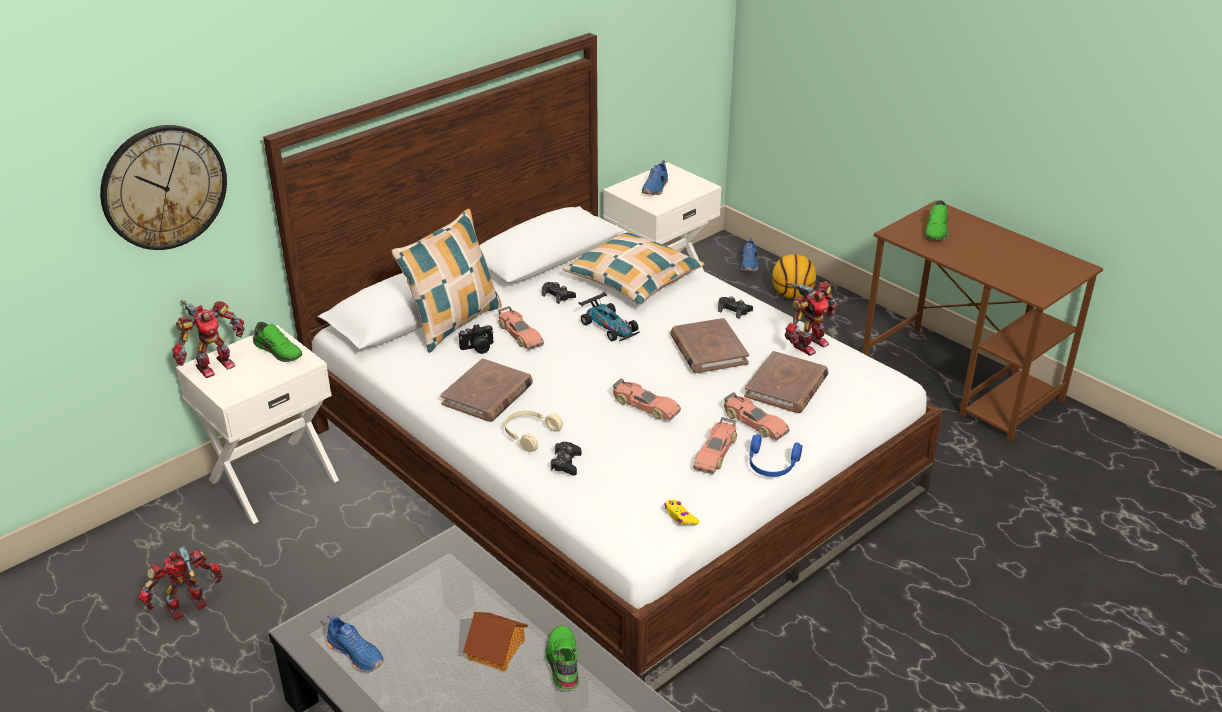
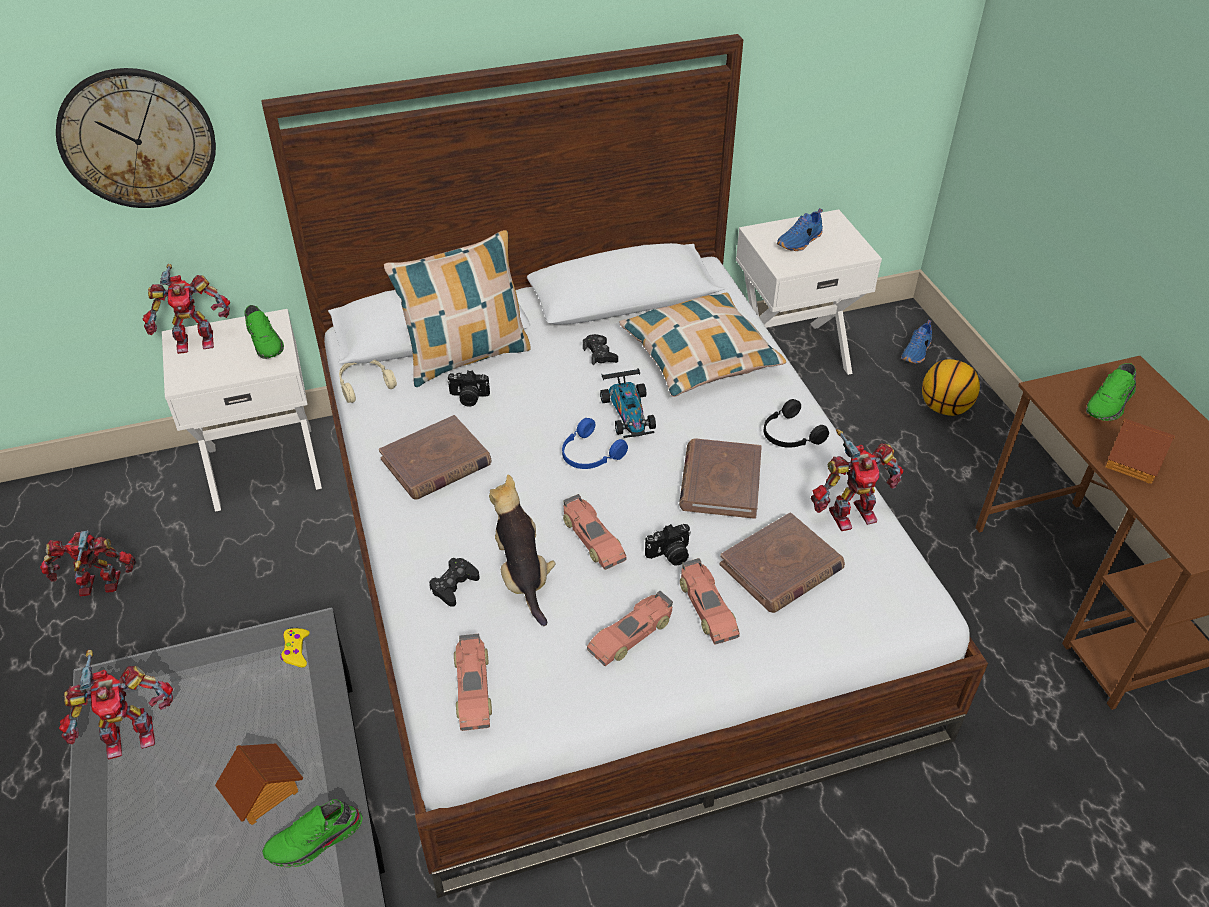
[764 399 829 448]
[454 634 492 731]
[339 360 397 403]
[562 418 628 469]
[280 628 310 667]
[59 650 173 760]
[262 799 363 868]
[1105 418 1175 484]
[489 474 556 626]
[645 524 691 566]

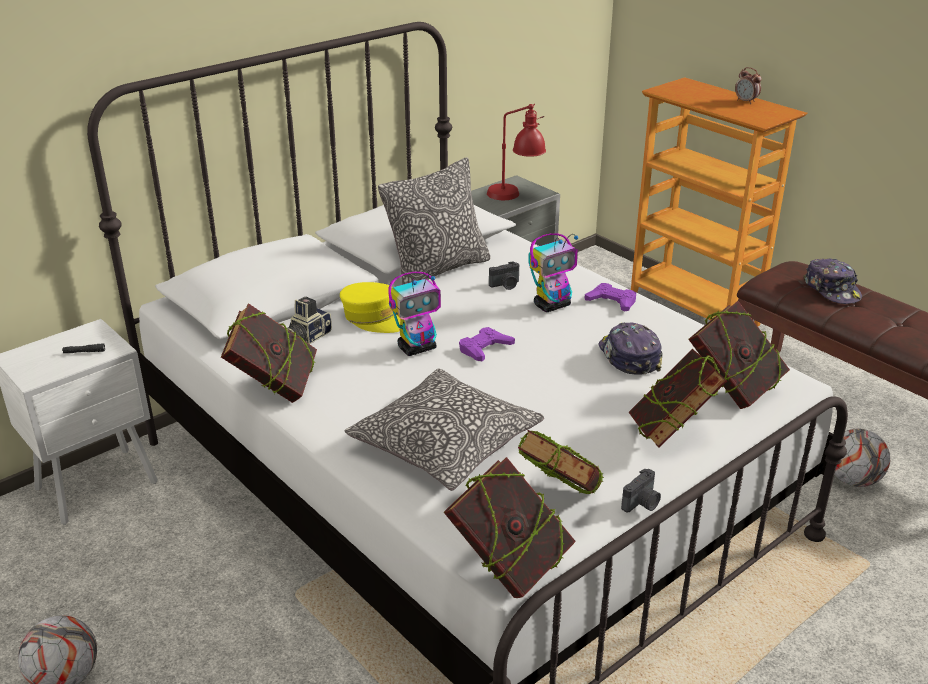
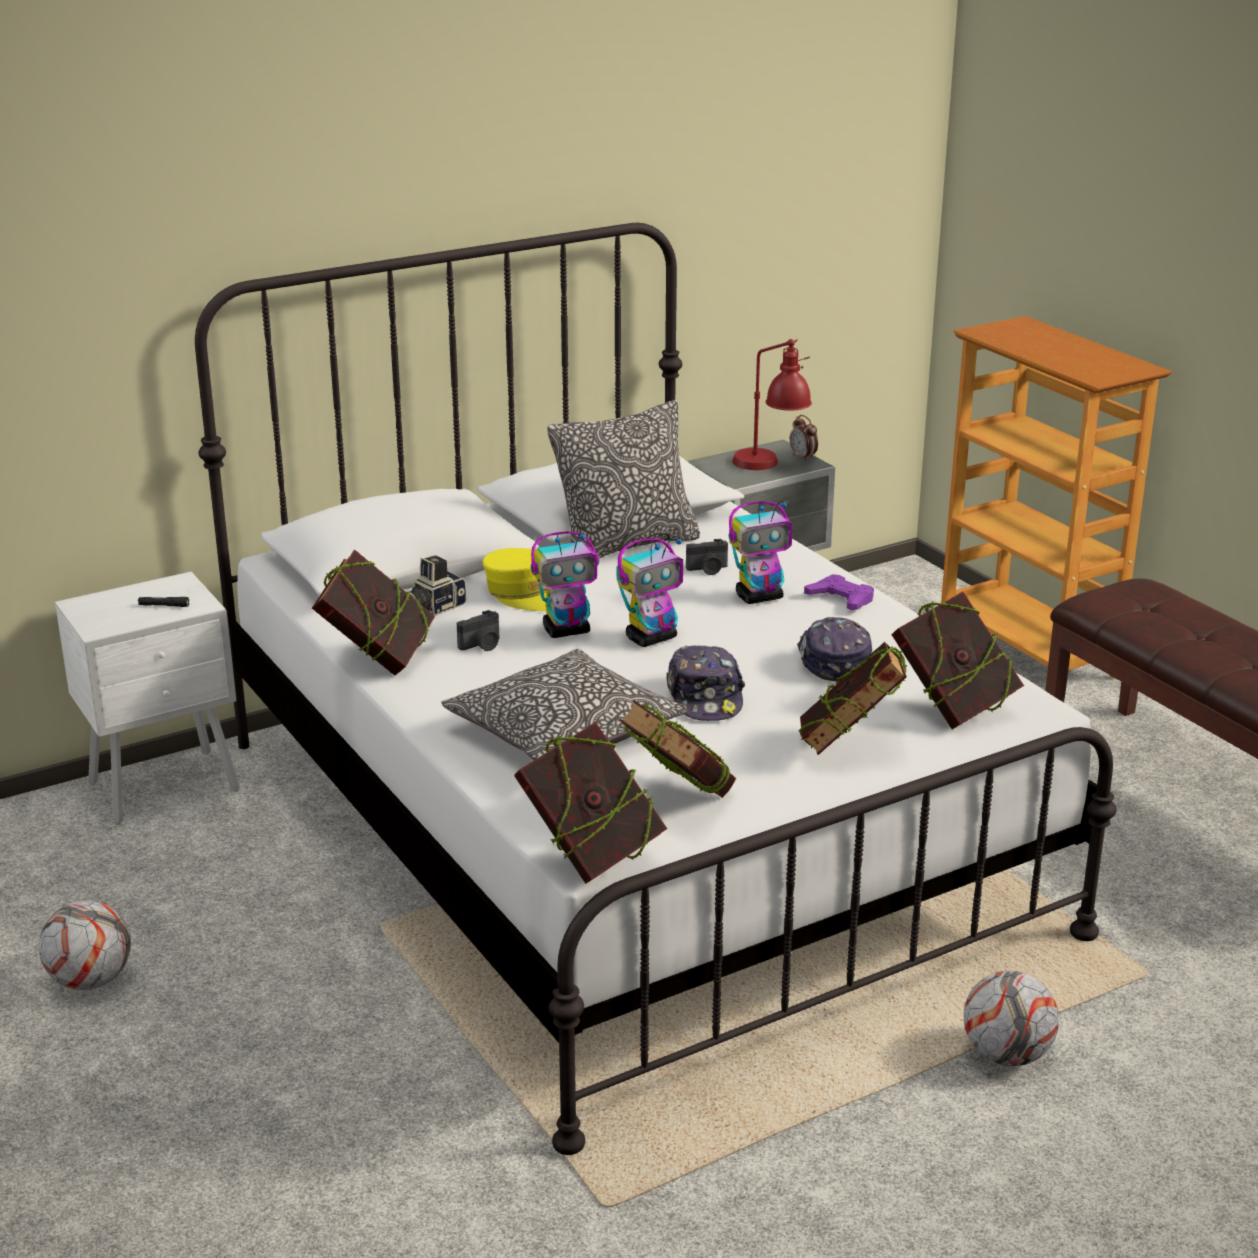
[790 415 818 462]
[666 645 745 721]
[616 537 683 647]
[964 971 1059 1066]
[457 610 499 651]

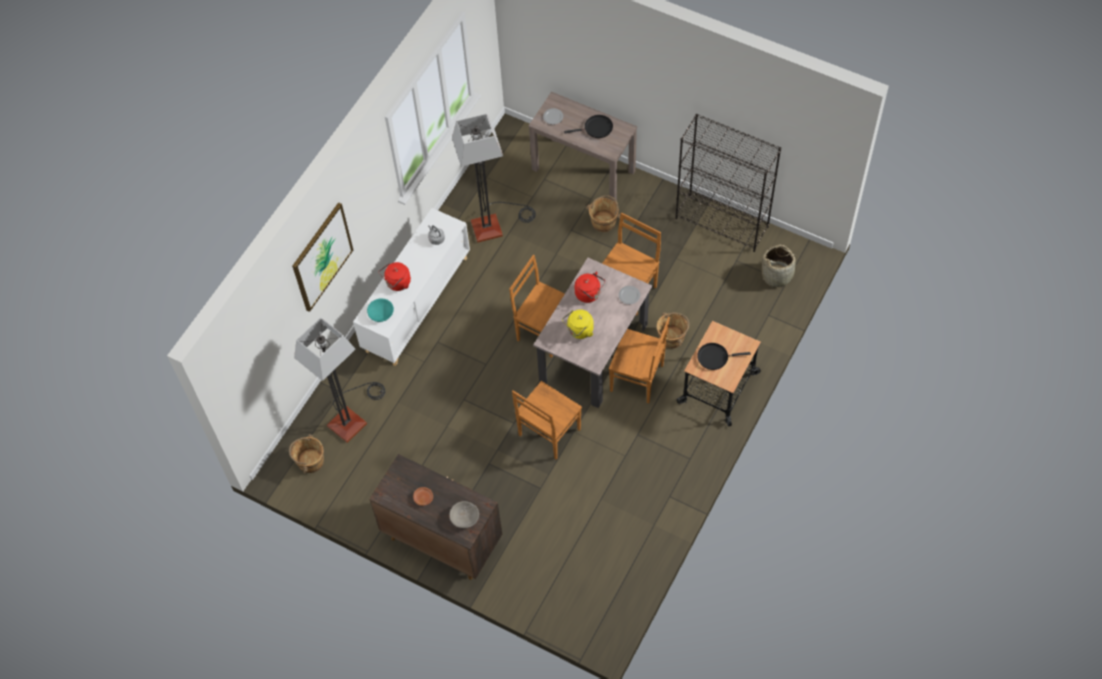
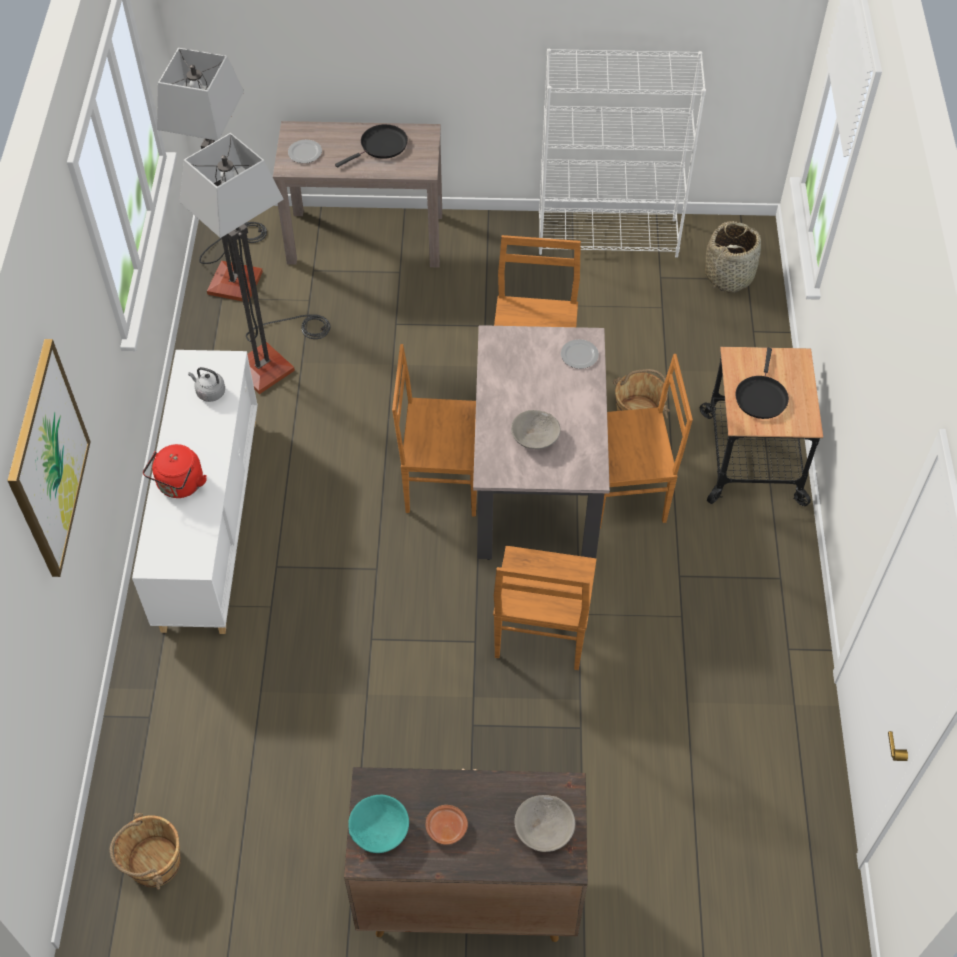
[539 49 706 258]
[586 195 620 232] (first image)
[575 272 605 303] (first image)
[348 795 409 853]
[511 410 561 449]
[157 48 267 302]
[736 348 789 419]

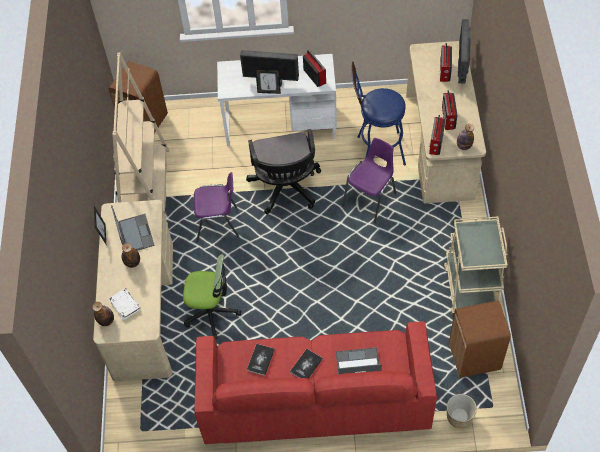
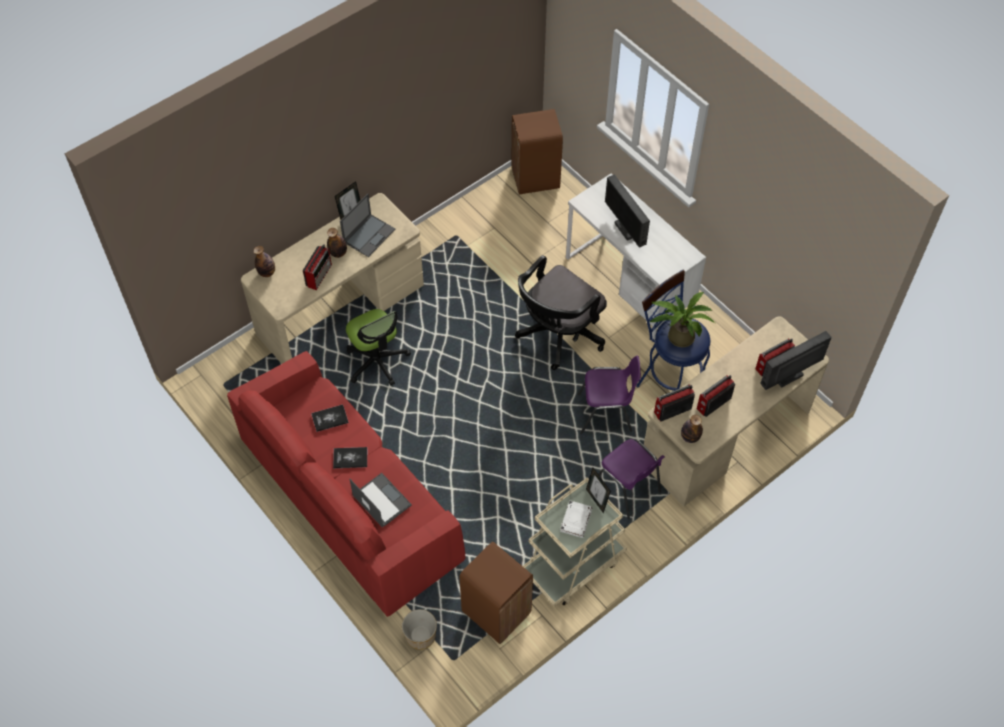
[303 244 332 290]
[112 53 169 225] (first image)
[586 467 611 513]
[598 439 665 519]
[560 501 593 538]
[650 292 715 347]

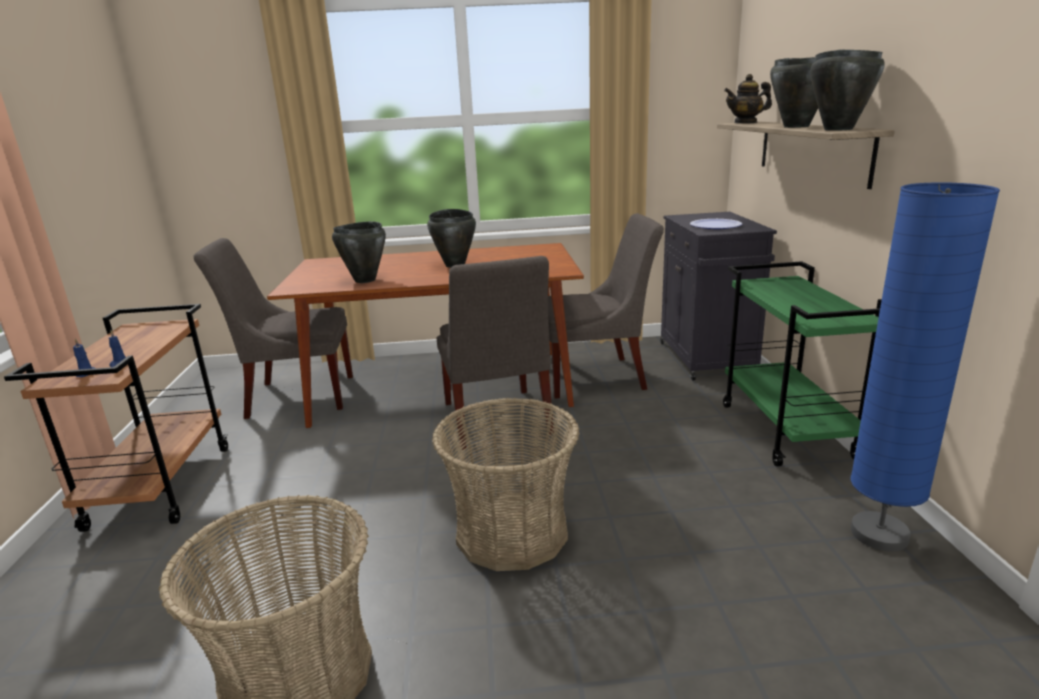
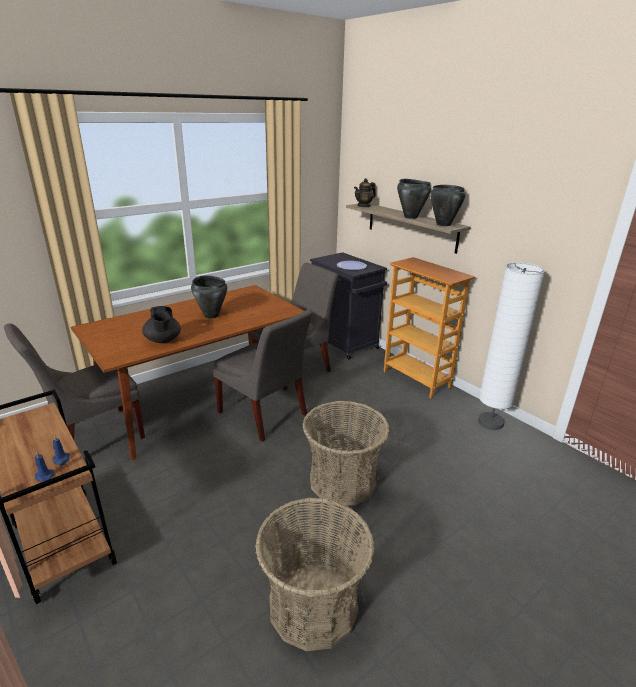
[478 262 545 430]
[142 306 181 343]
[384 257 475 398]

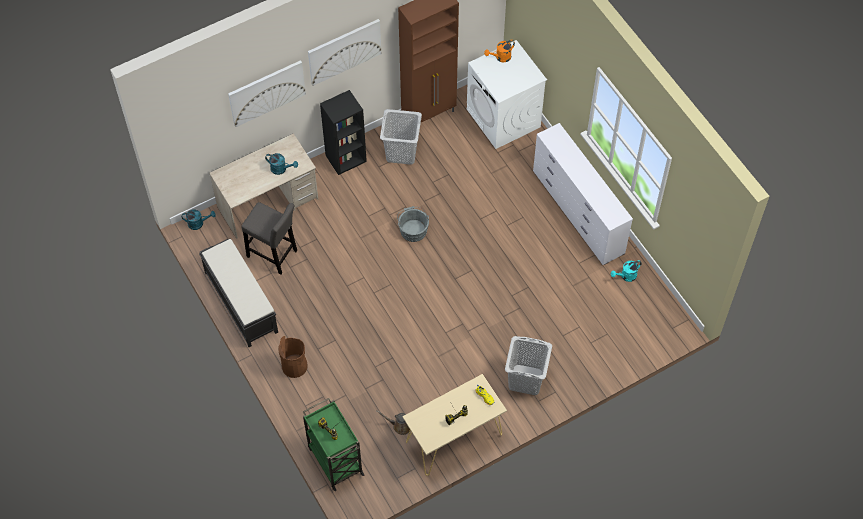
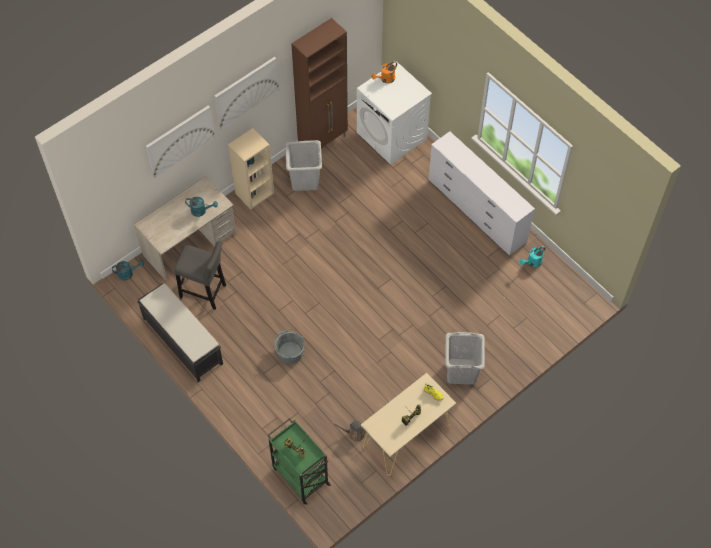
[228 128 274 209]
[273 329 305 364]
[278 336 308 378] (first image)

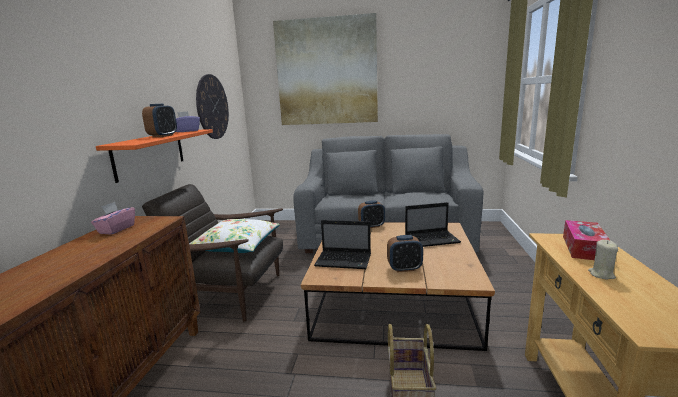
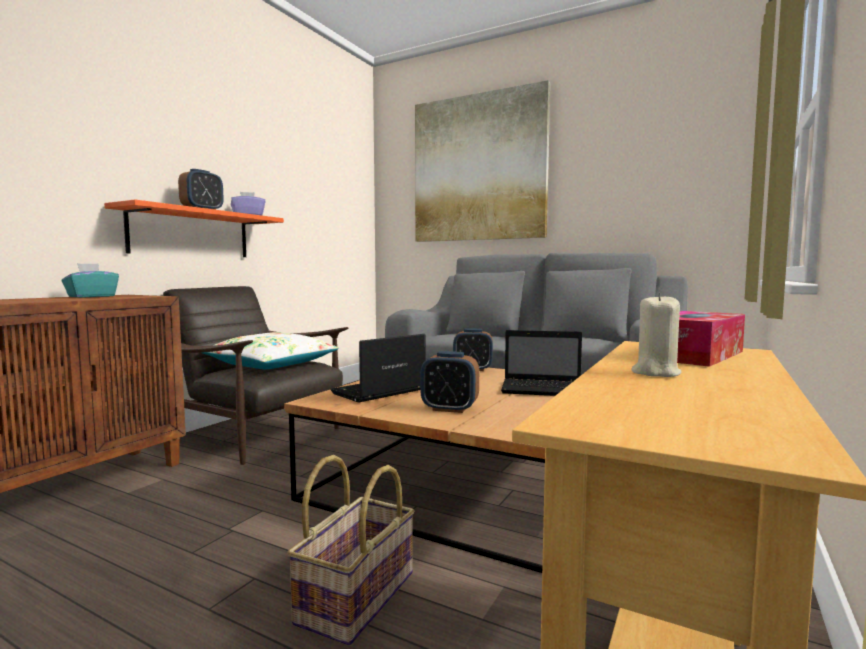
[196 74 229 139] (first image)
[62 263 119 298]
[331 334 426 402]

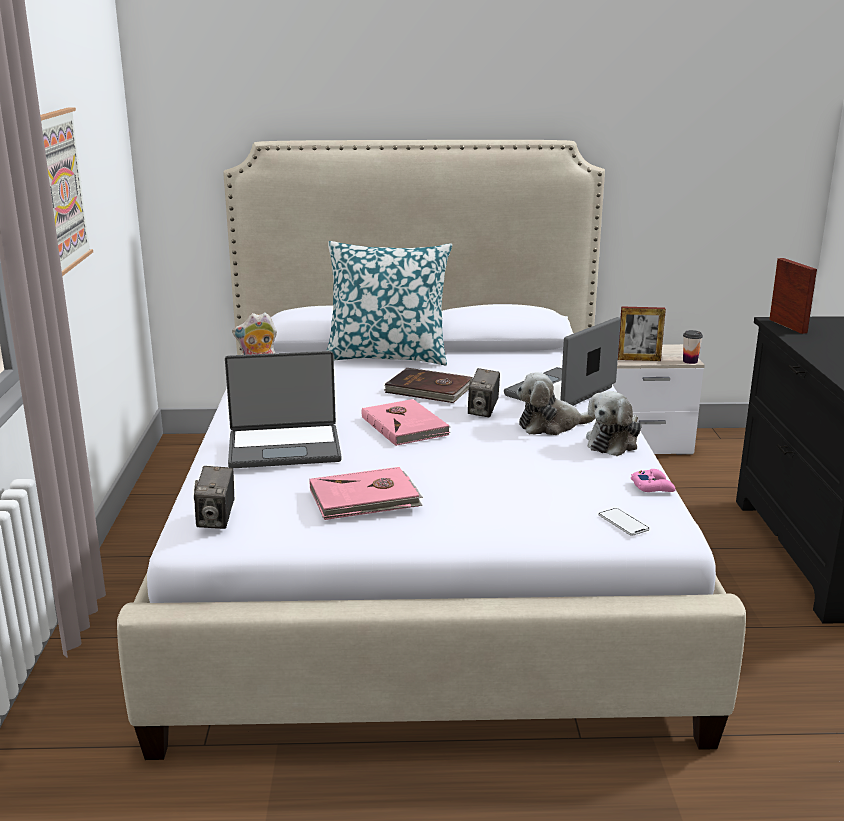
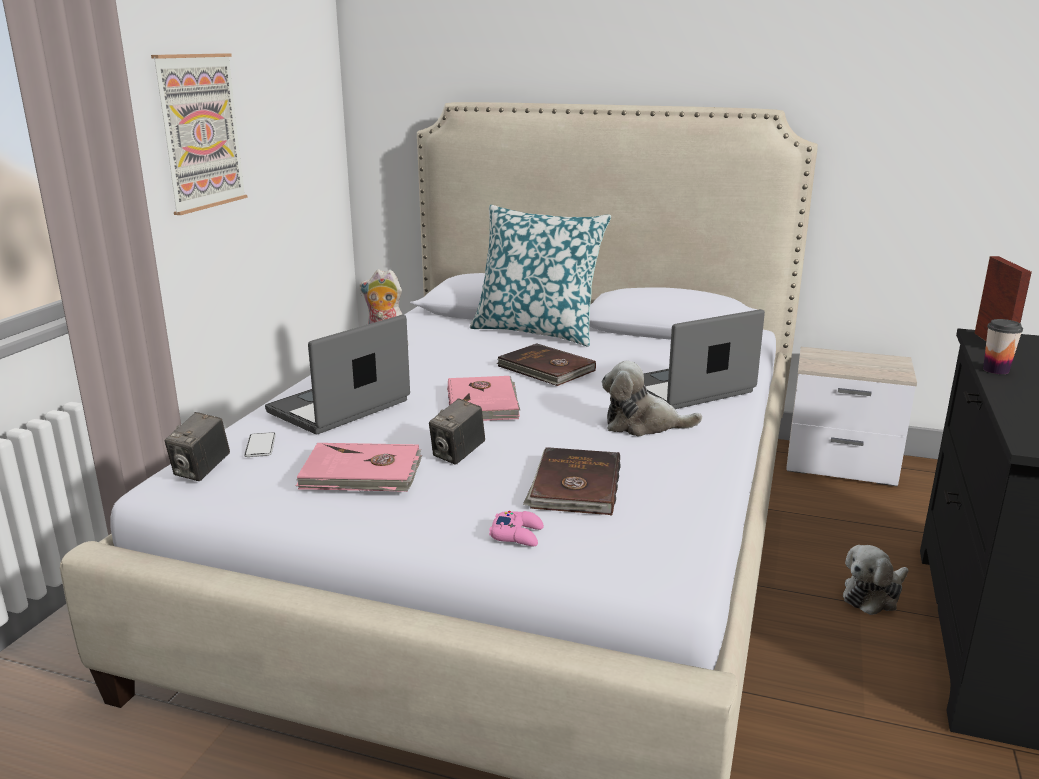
[618 306 666 361] (first image)
[983 319 1023 374]
[265 315 410 434]
[429 398 485 465]
[843 545 909 615]
[489 511 544 546]
[244 432 276 457]
[523 447 621 515]

